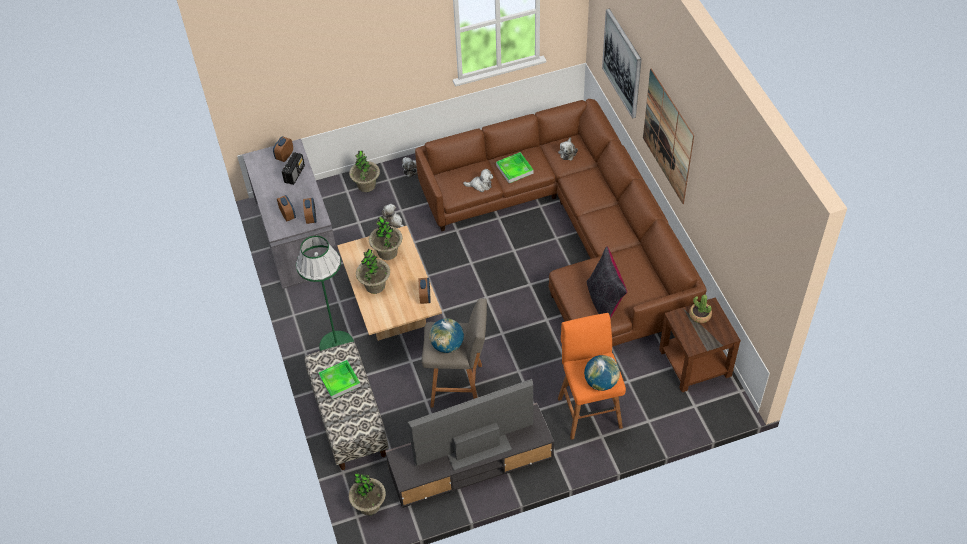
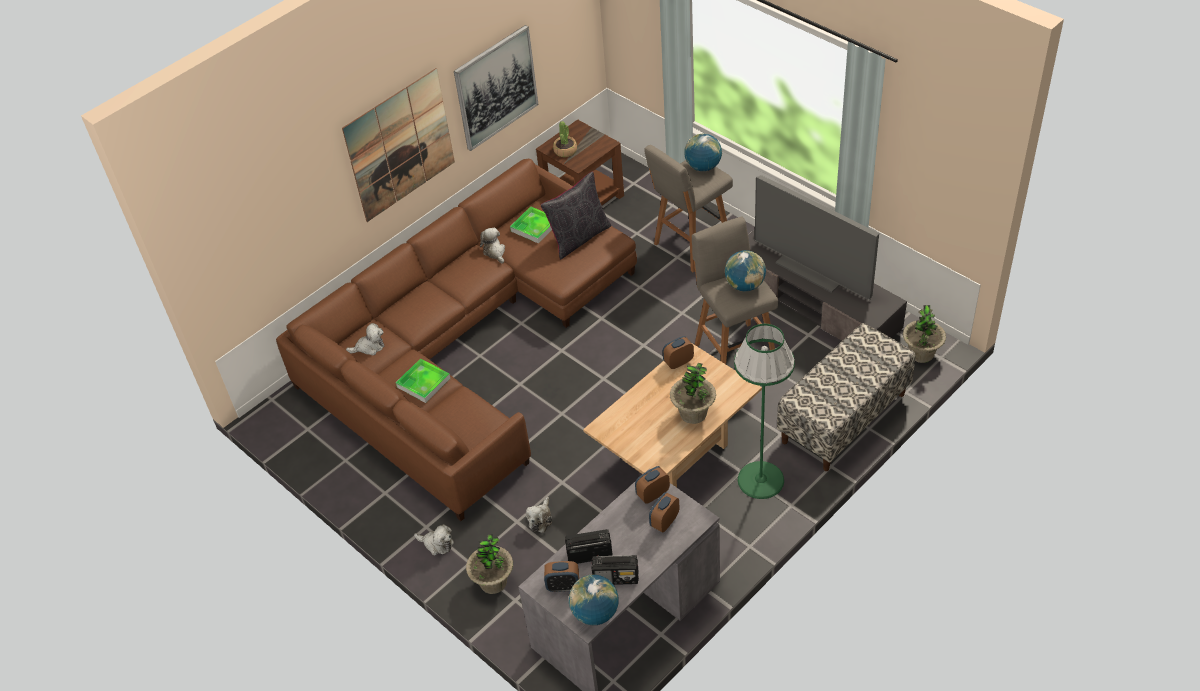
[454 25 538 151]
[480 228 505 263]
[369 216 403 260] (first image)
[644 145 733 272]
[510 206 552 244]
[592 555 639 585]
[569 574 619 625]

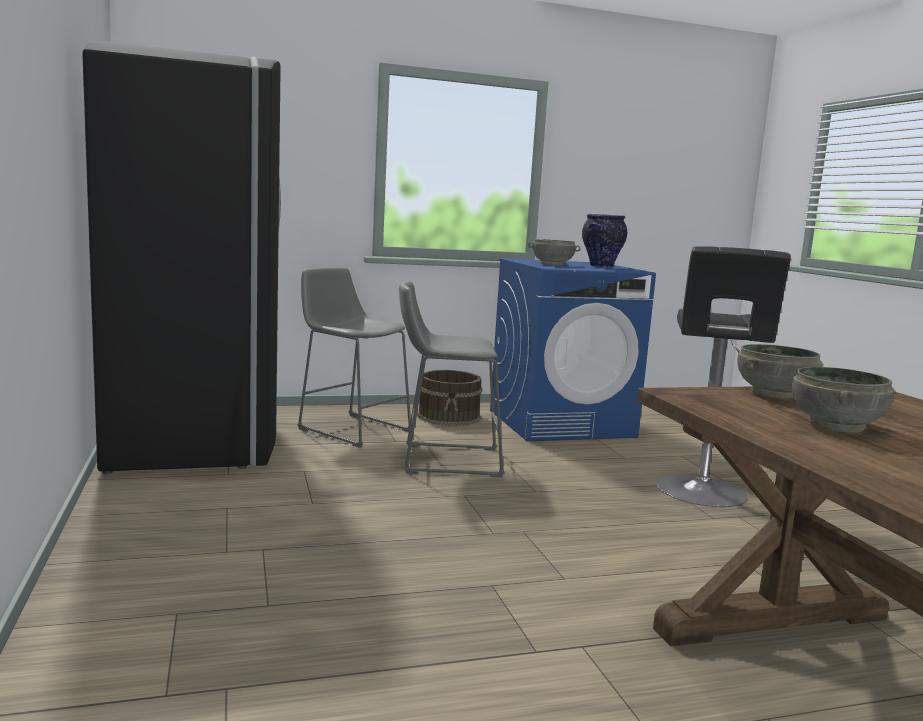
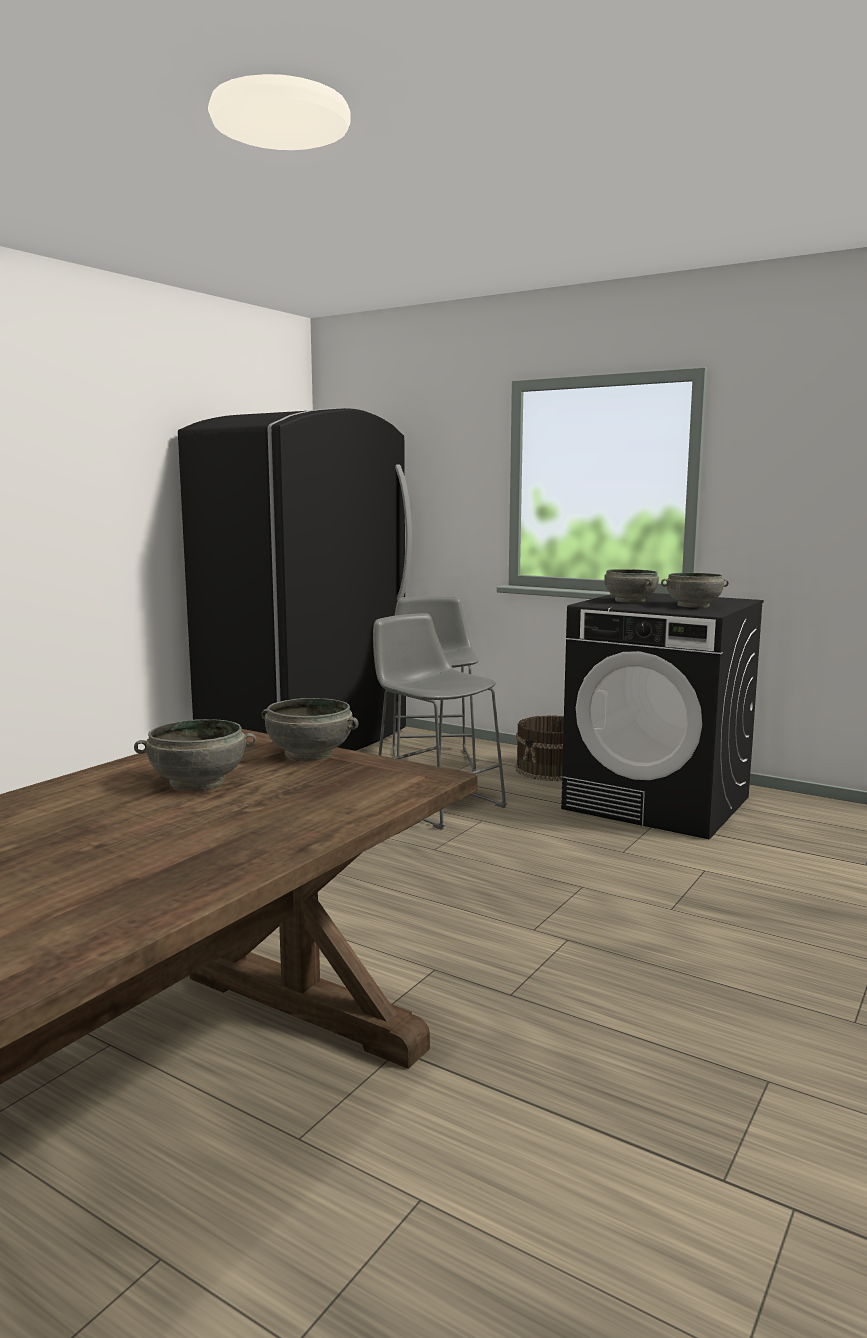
[661 573 729 608]
[657 246 791 507] (first image)
[561 593 764 839]

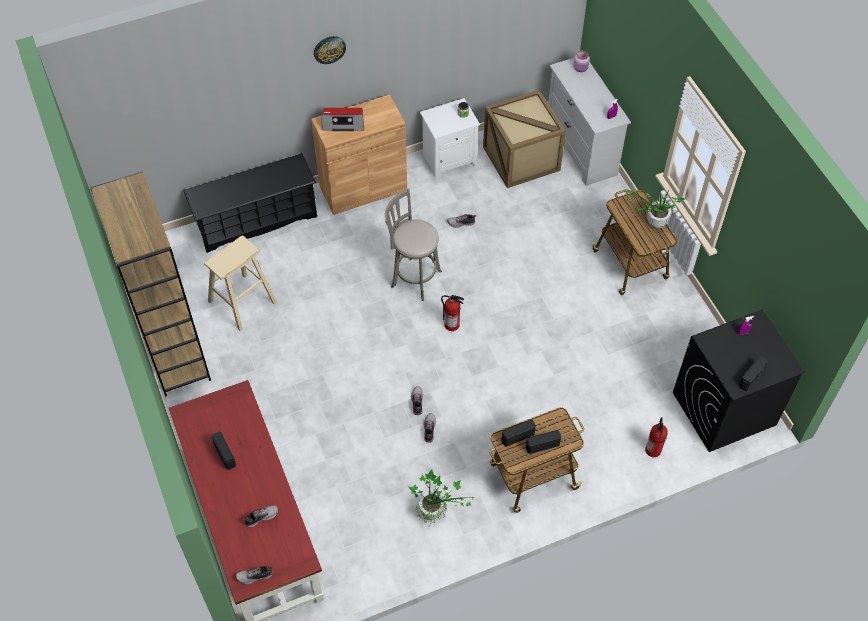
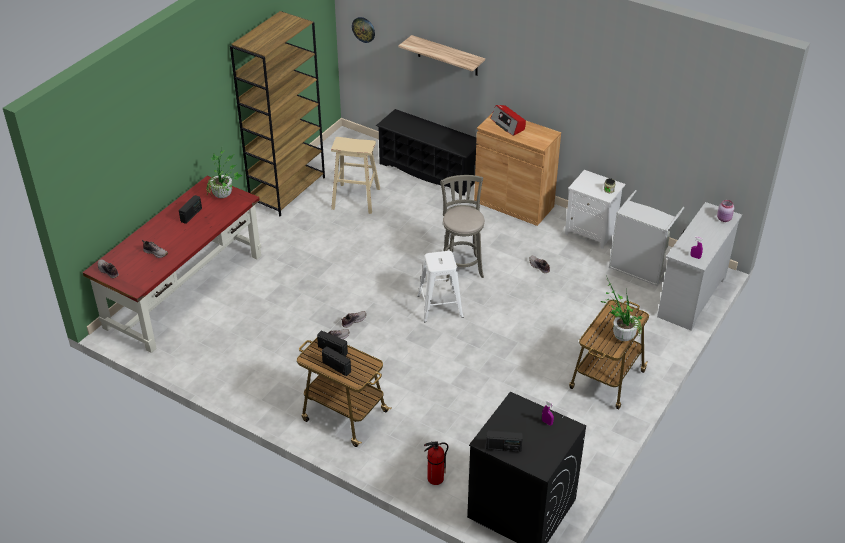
[352 17 375 43]
[609 190 684 286]
[417 251 464 322]
[206 149 243 198]
[398 35 485 76]

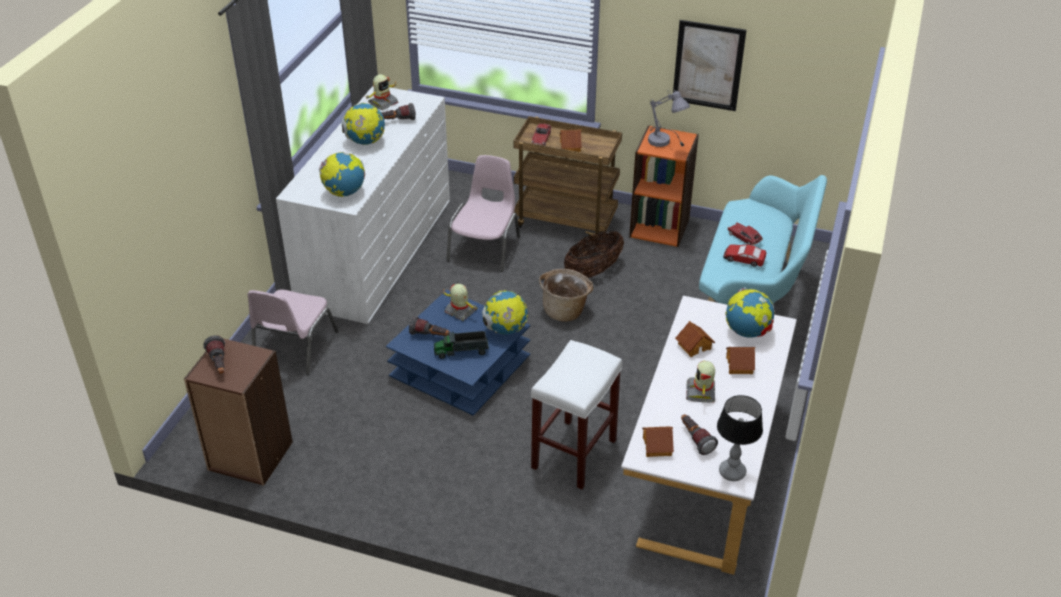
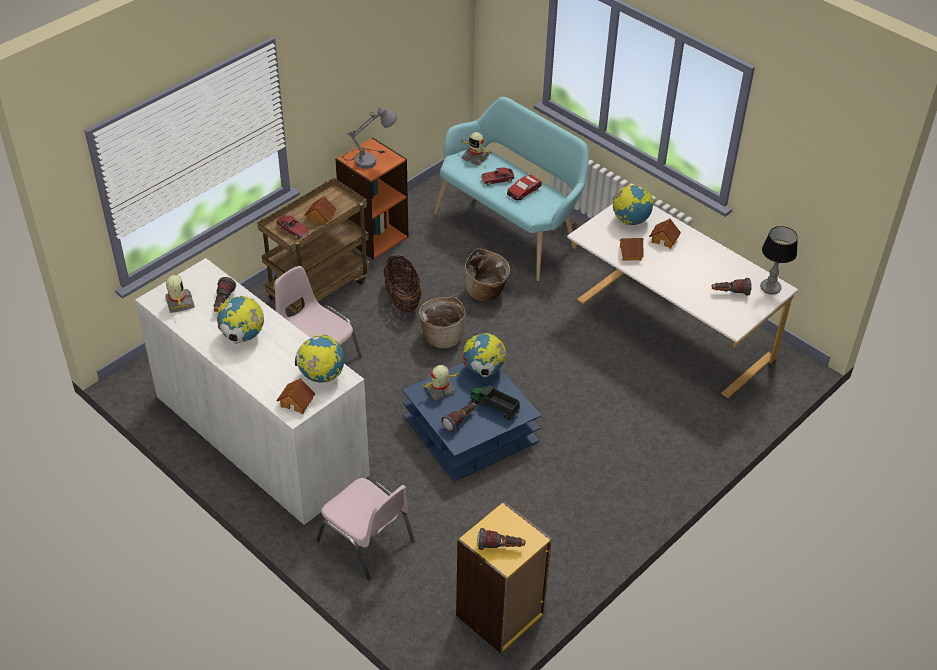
[672 20 746 111] (first image)
[470 384 521 420]
[456 502 552 654]
[531 340 622 489] (first image)
[461 132 492 166]
[276 378 316 414]
[465 249 510 301]

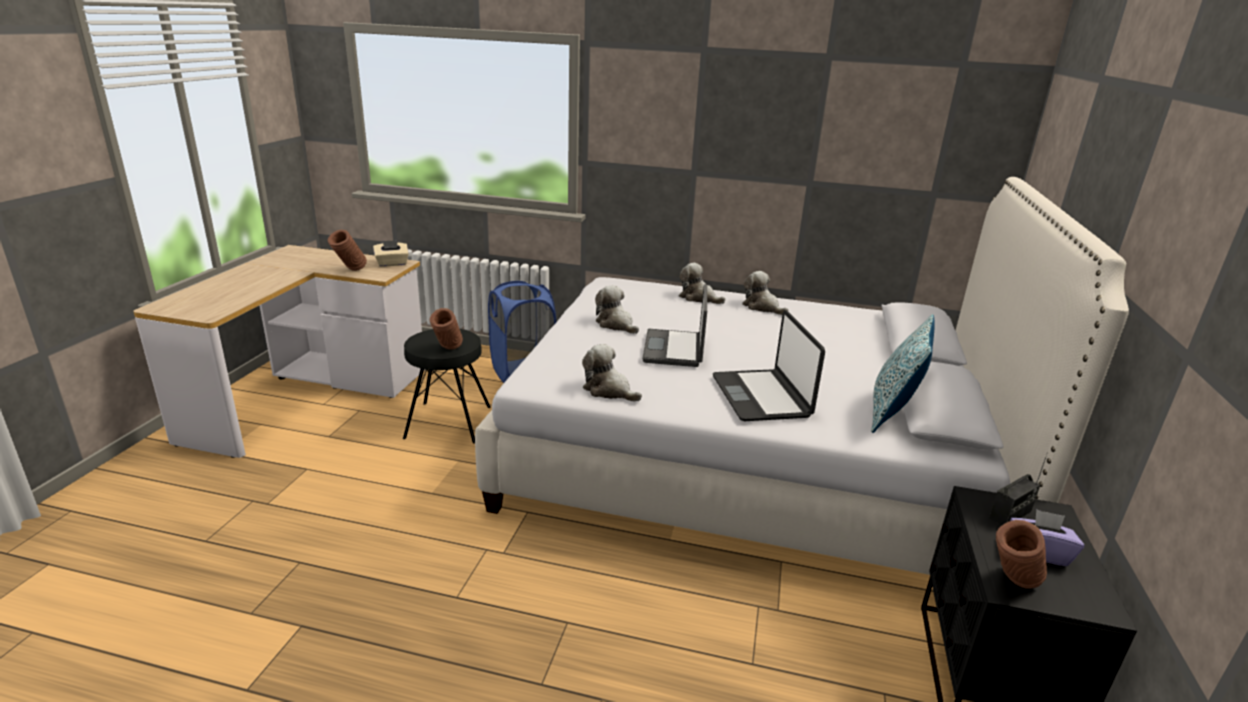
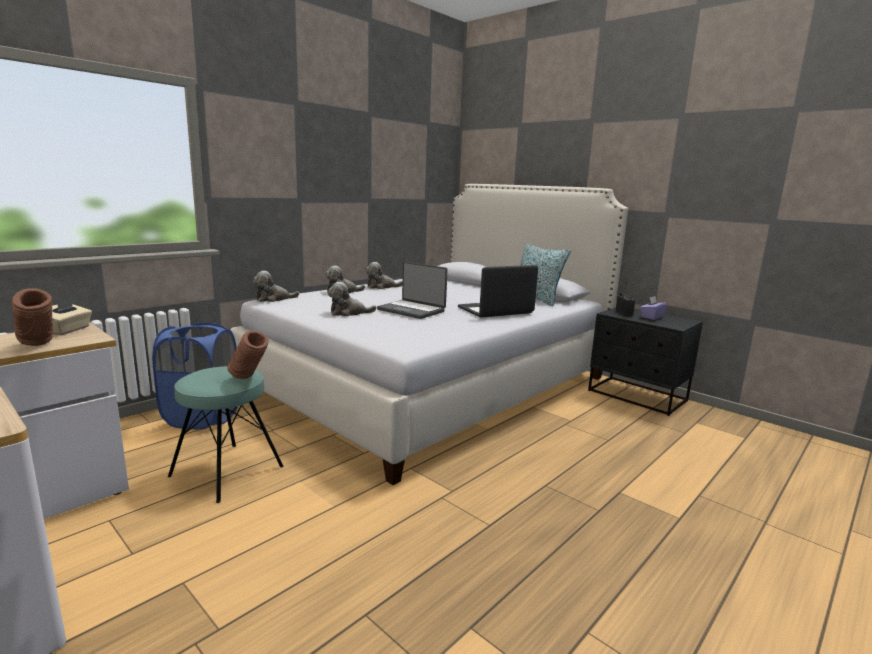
[458 265 538 318]
[168 366 284 503]
[253 271 299 302]
[996 520 1047 589] (first image)

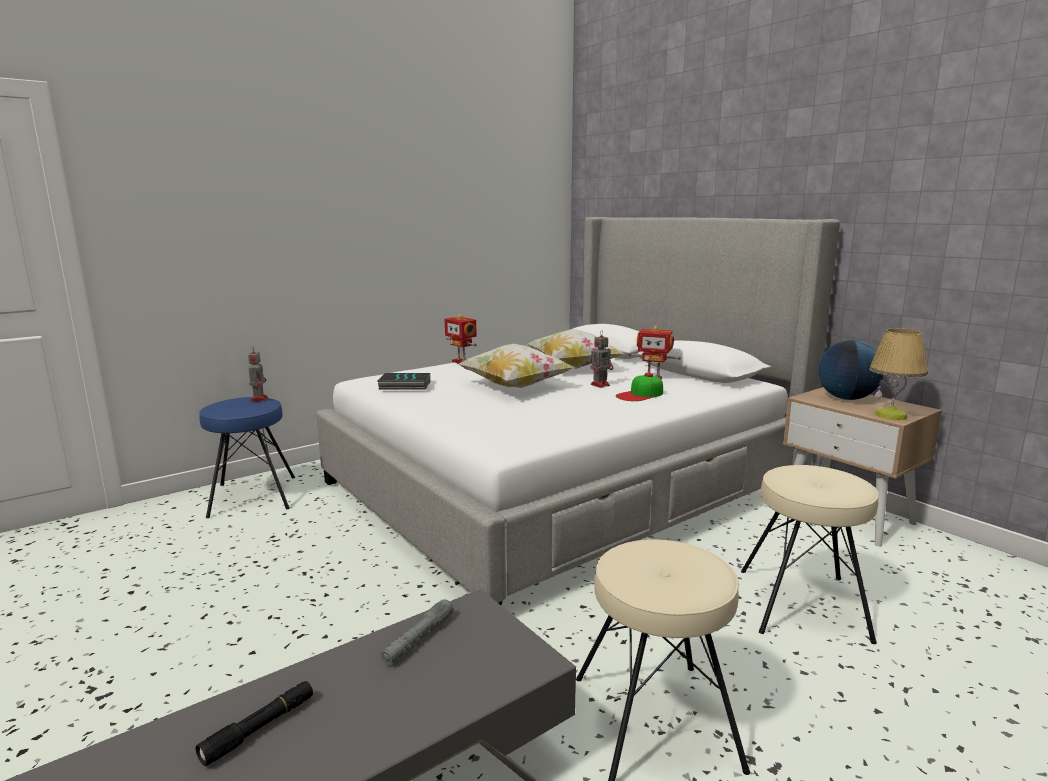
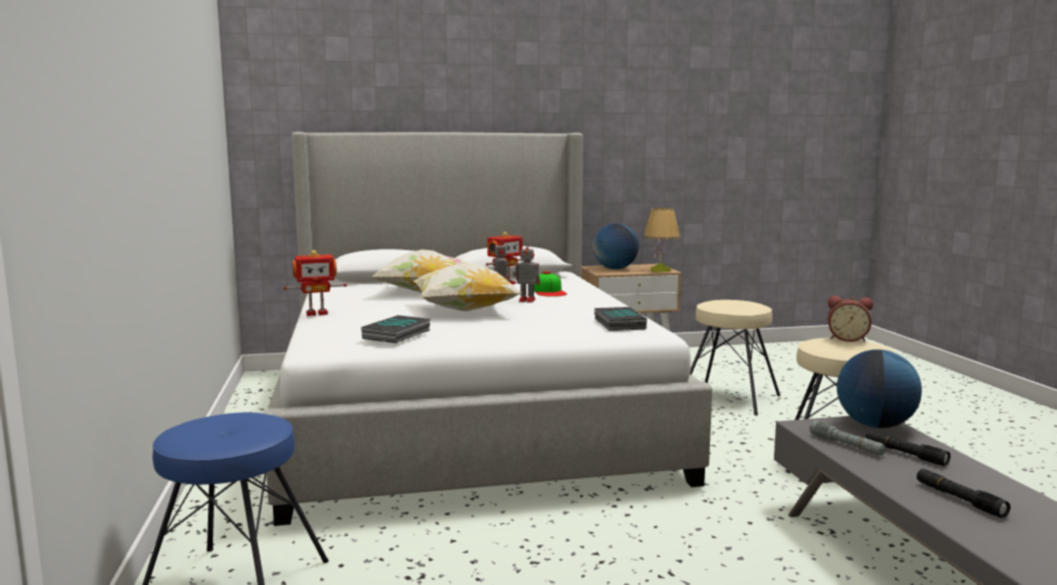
[513 242 540 303]
[828 296 873 342]
[594 307 647 331]
[837 349 922 428]
[865 431 950 466]

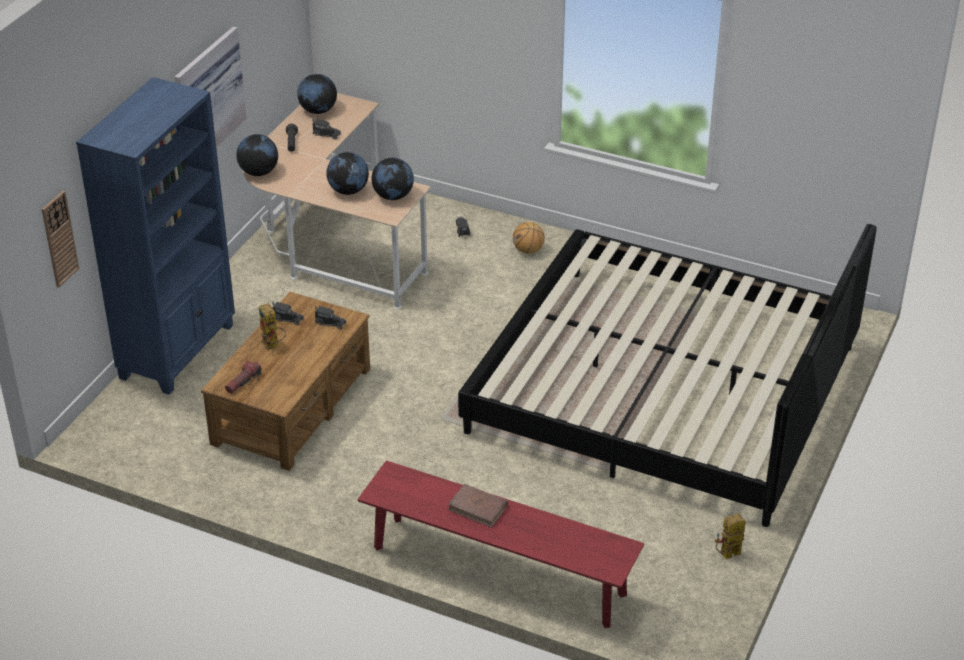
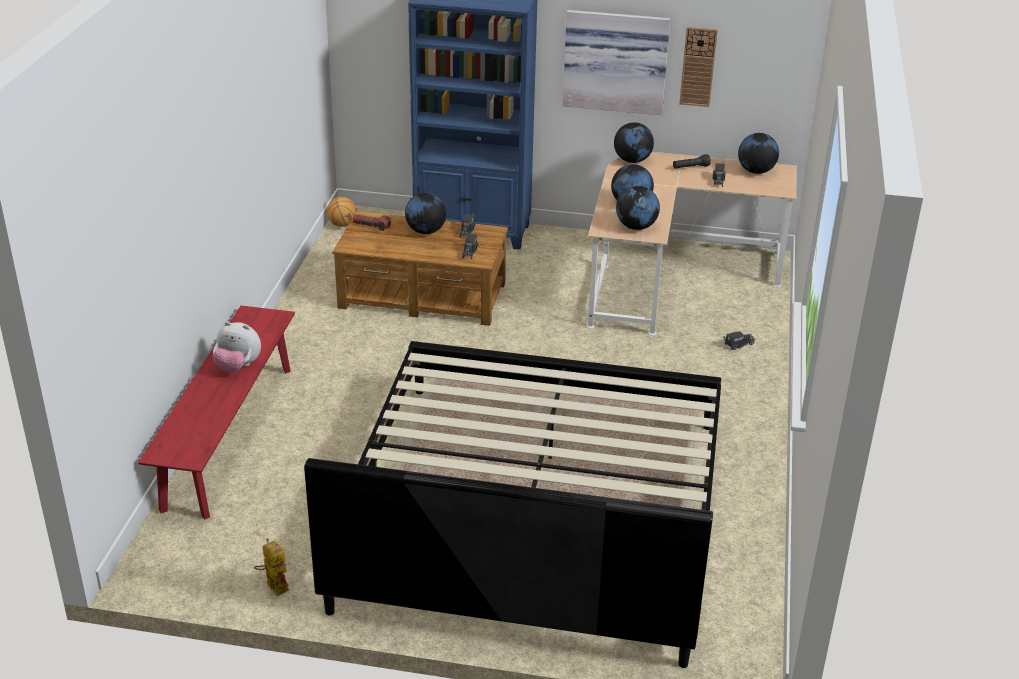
[679 27 718 107]
[327 197 357 227]
[405 192 447 234]
[213 322 261 373]

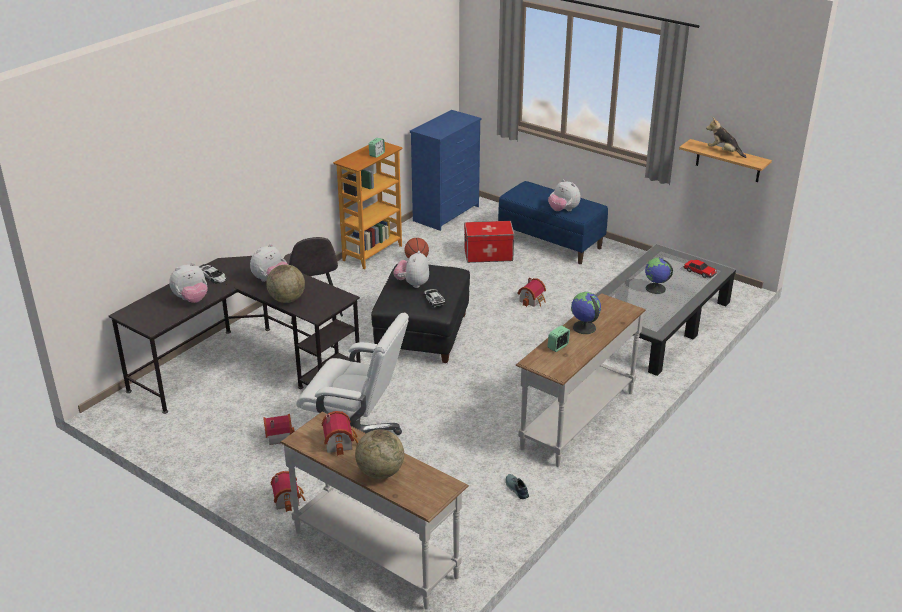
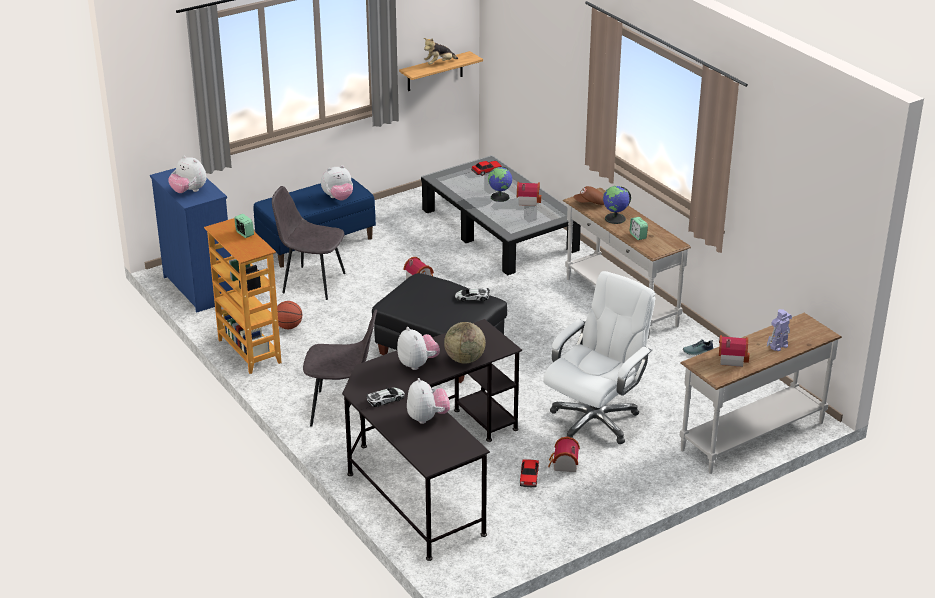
[272 186 346 300]
[168 155 207 193]
[767 309 792 351]
[517 182 541 206]
[574 186 604 205]
[520 459 539 487]

